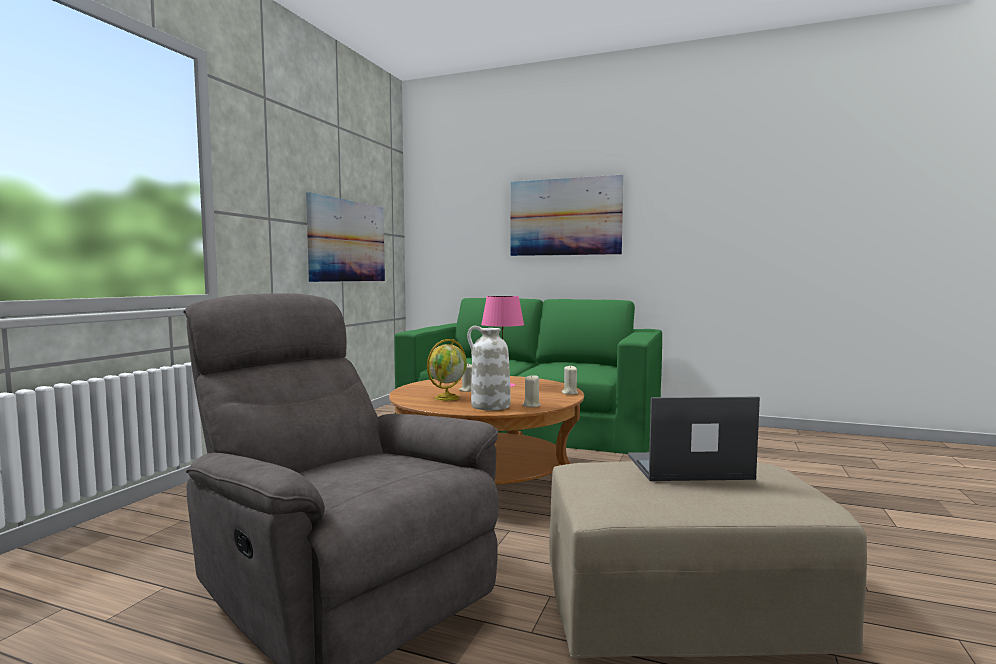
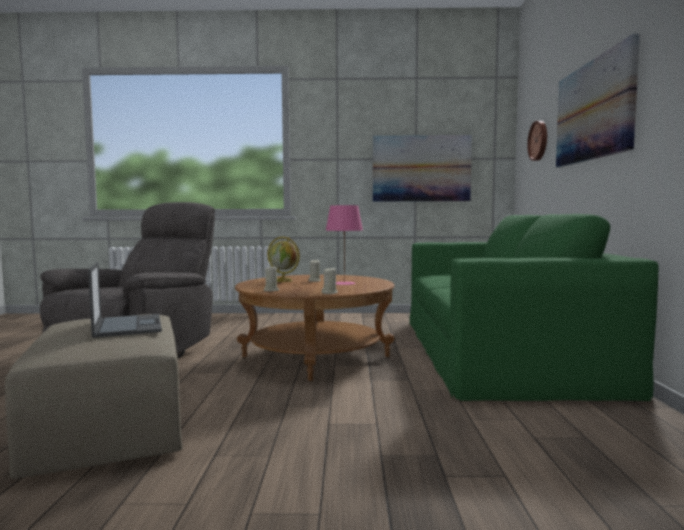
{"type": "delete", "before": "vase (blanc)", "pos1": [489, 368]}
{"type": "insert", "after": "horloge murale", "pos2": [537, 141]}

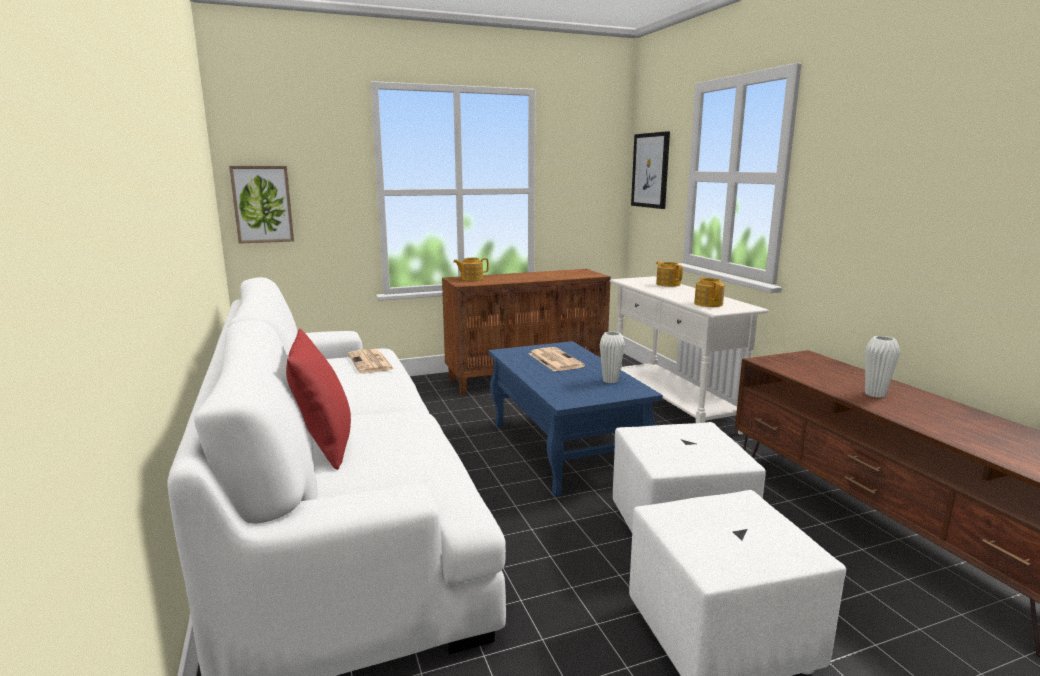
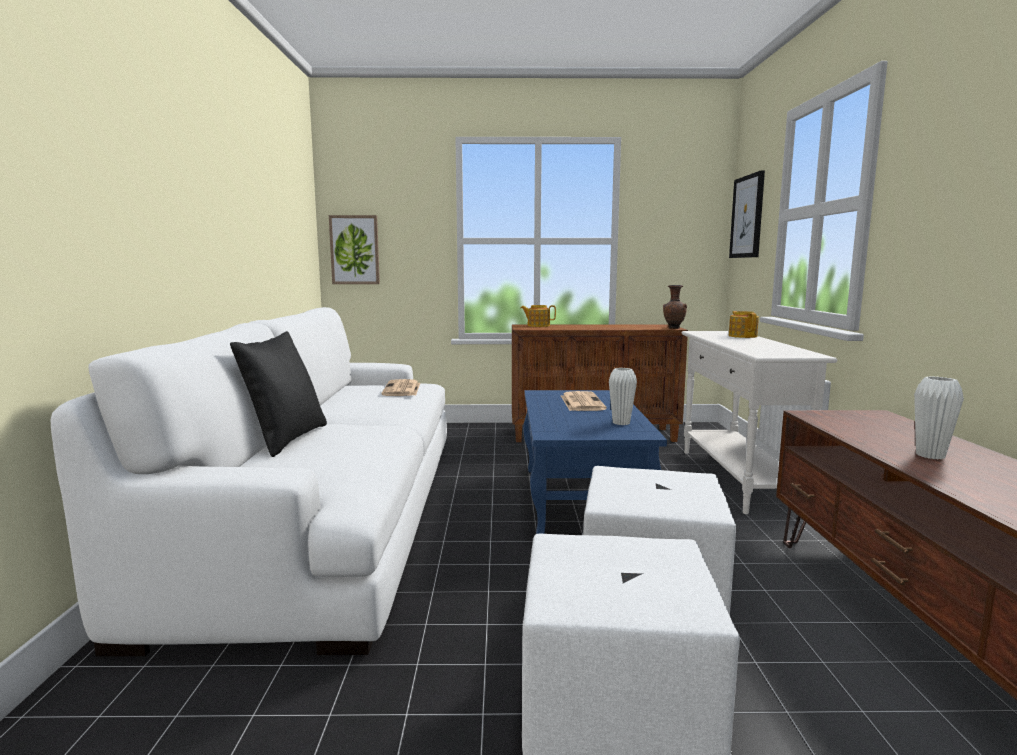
{"type": "recolor", "before": "coussin (rouge)", "after": "coussin (noir)", "pos1": [318, 399], "pos2": [278, 394]}
{"type": "delete", "before": "théière", "pos1": [709, 292]}
{"type": "insert", "after": "vase (marron)", "pos2": [675, 307]}

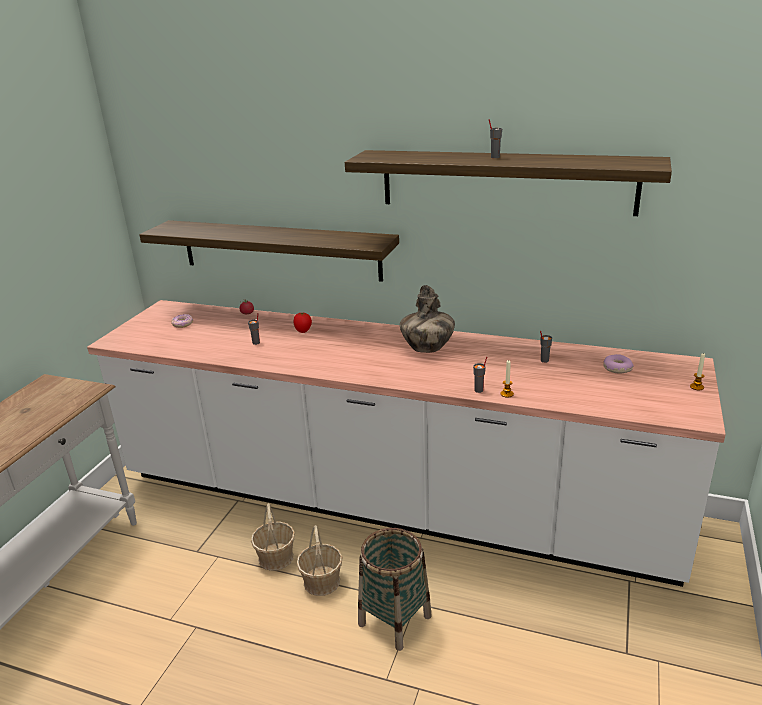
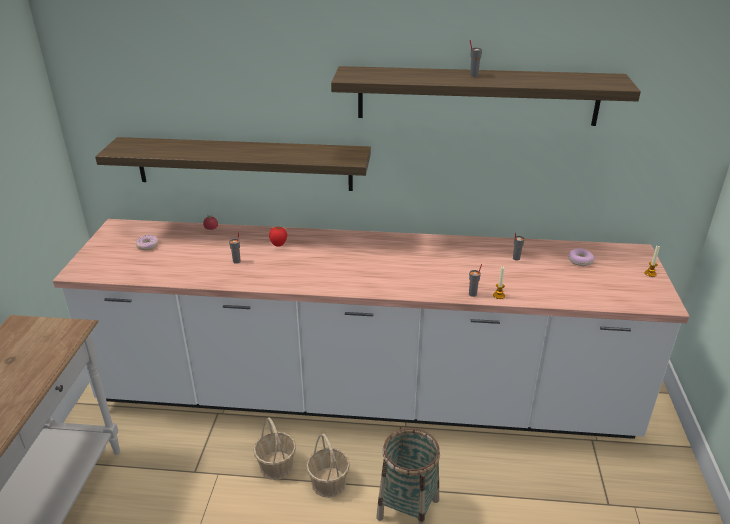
{"type": "delete", "before": "vase", "pos1": [427, 319]}

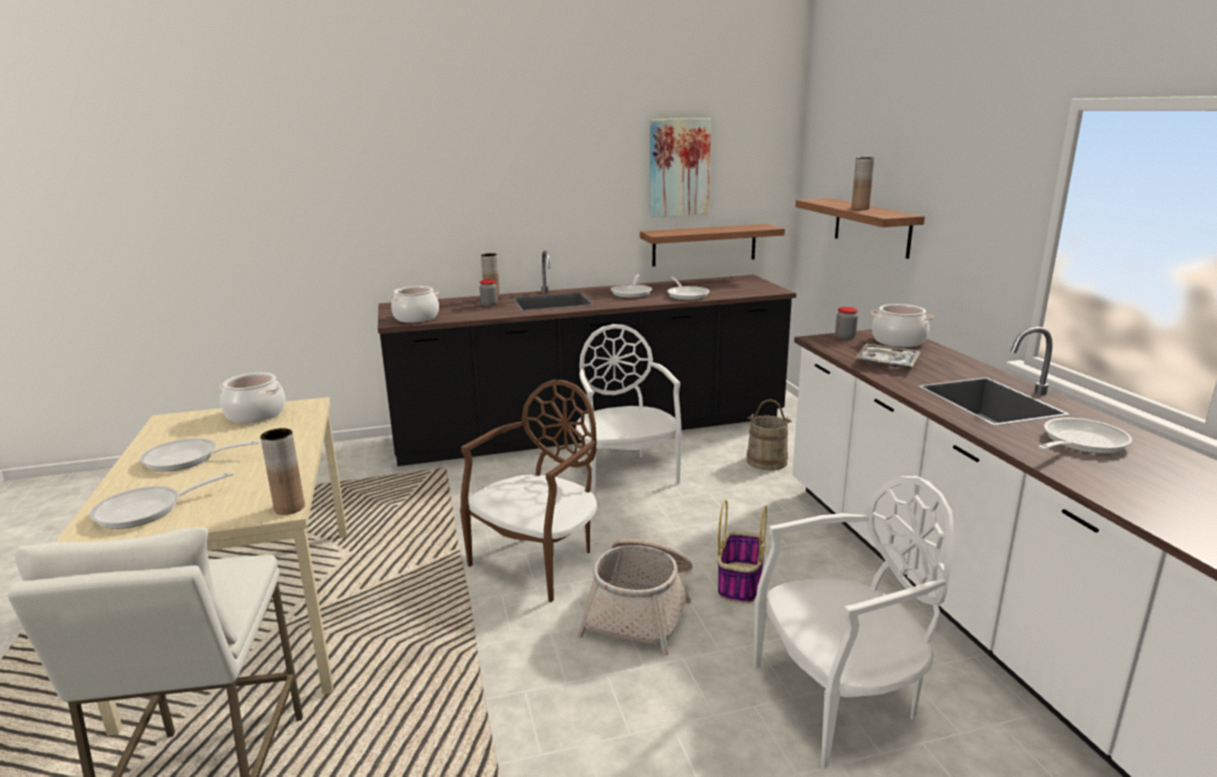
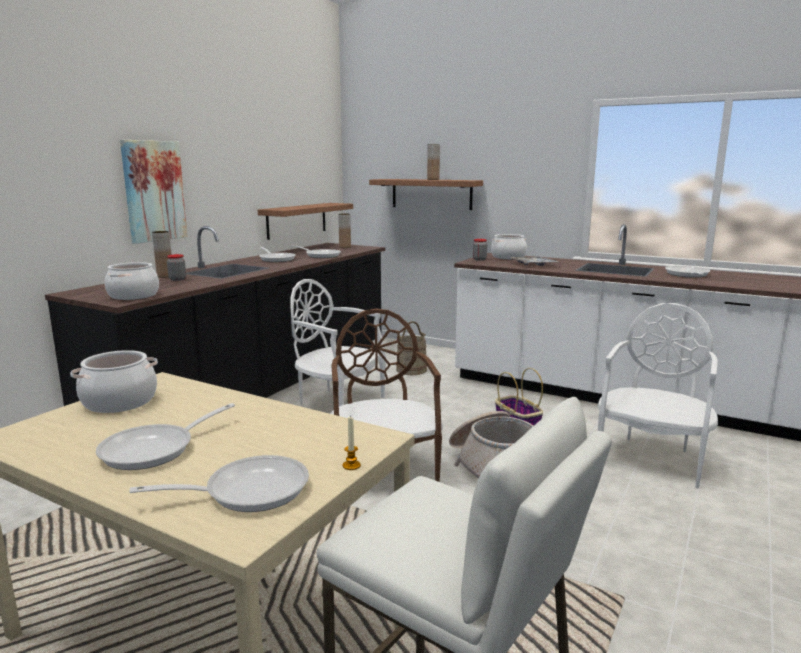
{"type": "rotate", "before": "poêle", "pos1": [162, 500], "pos2": [219, 483], "turn": -120}
{"type": "move", "before": "vase (marron)", "pos1": [282, 471], "pos2": [344, 231]}
{"type": "move", "before": "tableau", "pos1": [680, 168], "pos2": [154, 192]}
{"type": "insert", "after": "bougie", "pos2": [352, 443]}

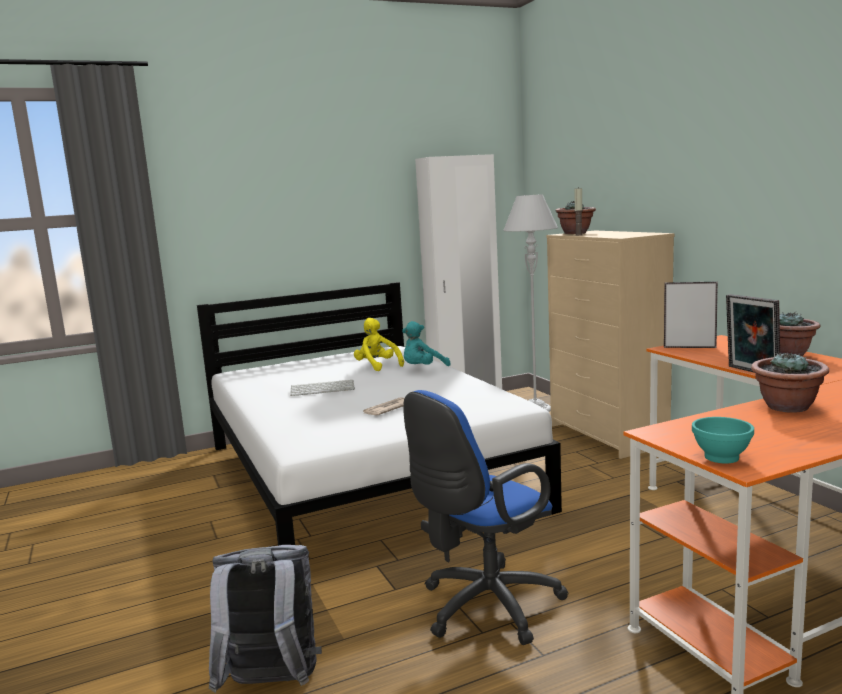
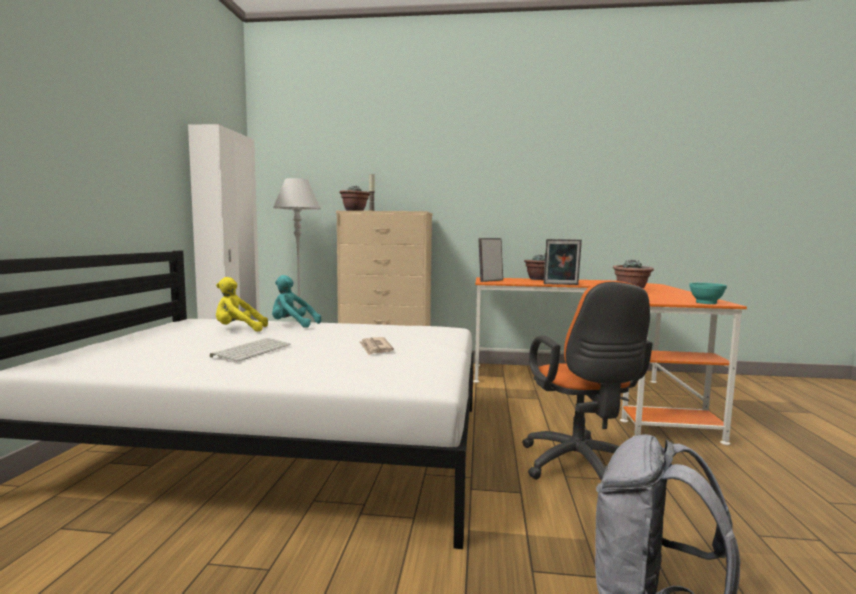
{"type": "rotate", "before": "peluche (turquoise)", "pos1": [426, 343], "pos2": [296, 301], "turn": 105}
{"type": "recolor", "before": "chaise de bureau (bleu)", "after": "chaise de bureau (orange)", "pos1": [486, 517], "pos2": [587, 381]}

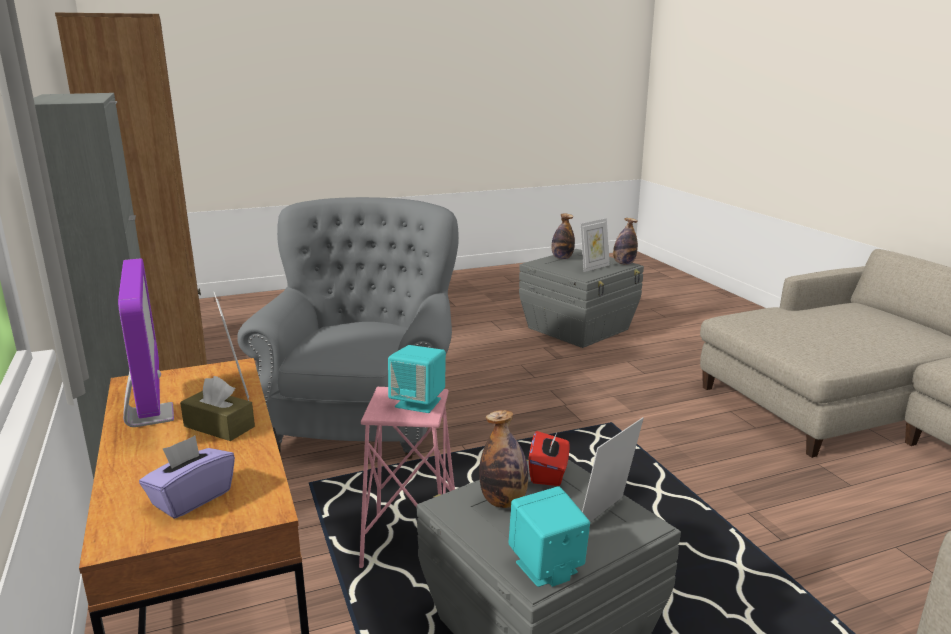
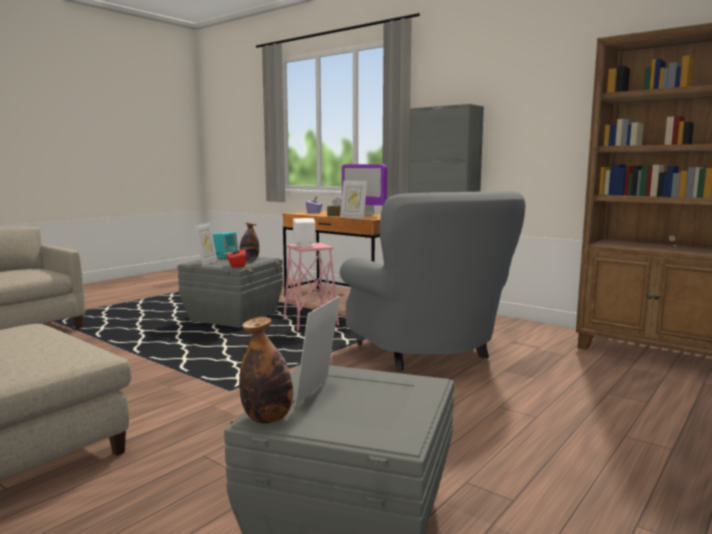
{"type": "recolor", "before": "enceinte (turquoise)", "after": "enceinte (blanc)", "pos1": [417, 379], "pos2": [304, 232]}
{"type": "delete", "before": "bouteille", "pos1": [563, 236]}

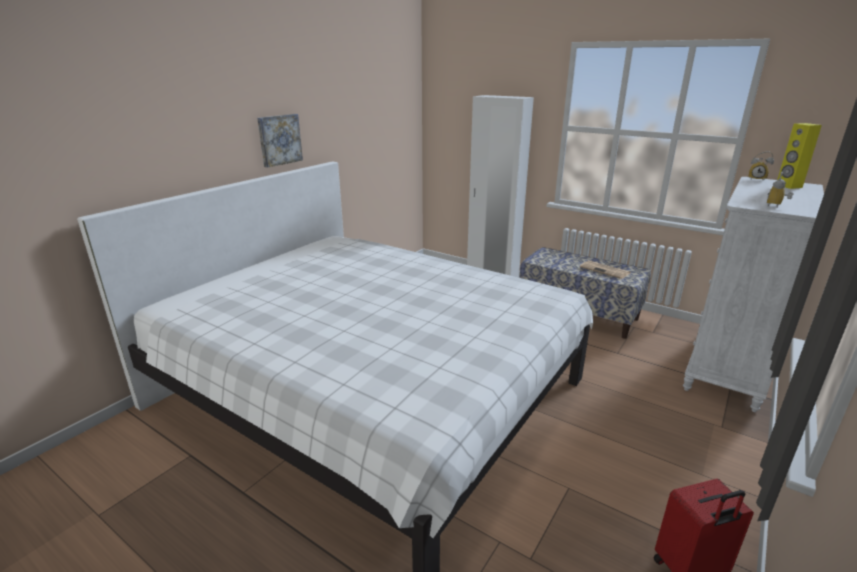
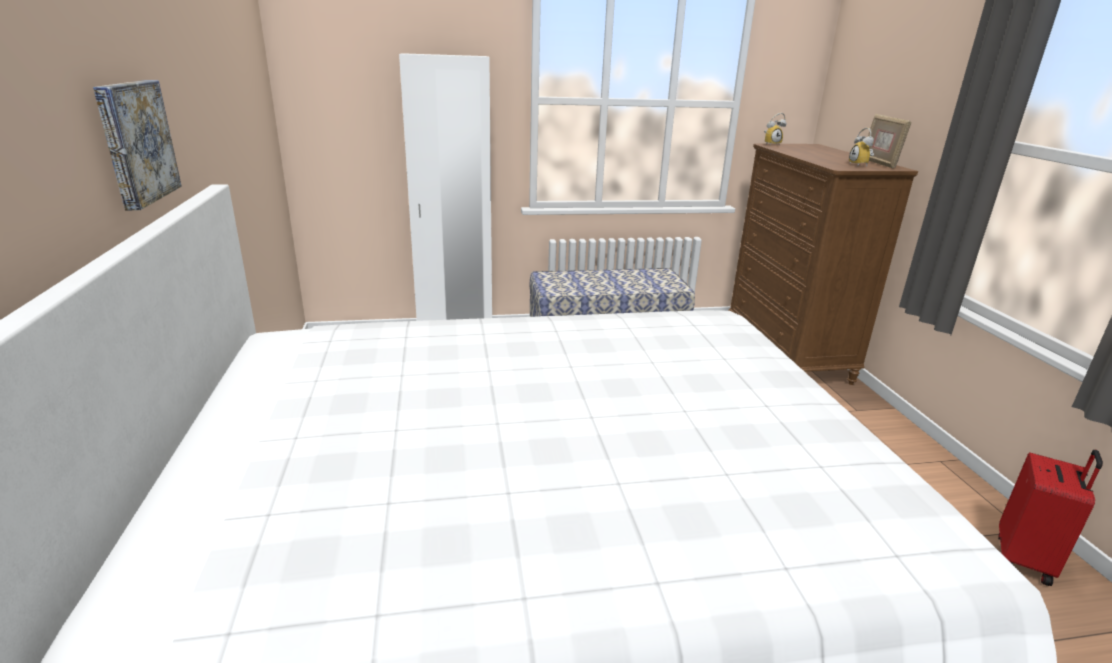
{"type": "delete", "before": "journal", "pos1": [605, 269]}
{"type": "recolor", "before": "commode (blanc)", "after": "commode (marron)", "pos1": [753, 294], "pos2": [823, 264]}
{"type": "delete", "before": "enceinte (jaune)", "pos1": [799, 156]}
{"type": "insert", "after": "cadre photo", "pos2": [890, 141]}

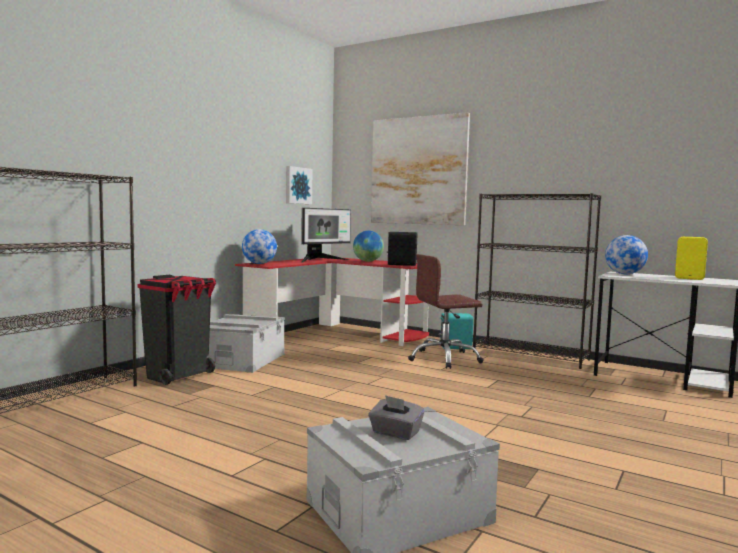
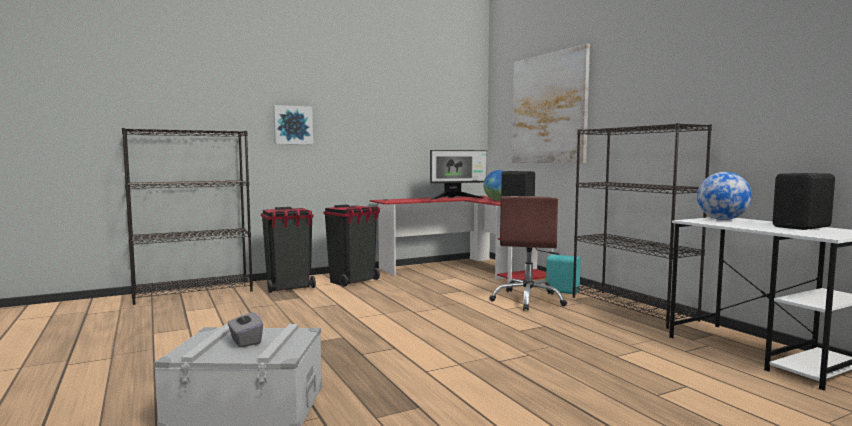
{"type": "replace", "before": "boîte de rangement (gris)", "after": "poubelle (noir)", "pos1": [246, 343], "pos2": [351, 246]}
{"type": "delete", "before": "globe", "pos1": [259, 246]}
{"type": "move", "before": "tableau", "pos1": [299, 185], "pos2": [293, 124]}
{"type": "rotate", "before": "chaise de bureau (marron)", "pos1": [446, 311], "pos2": [528, 253], "turn": -90}
{"type": "recolor", "before": "enceinte (jaune)", "after": "enceinte (noir)", "pos1": [691, 258], "pos2": [803, 201]}

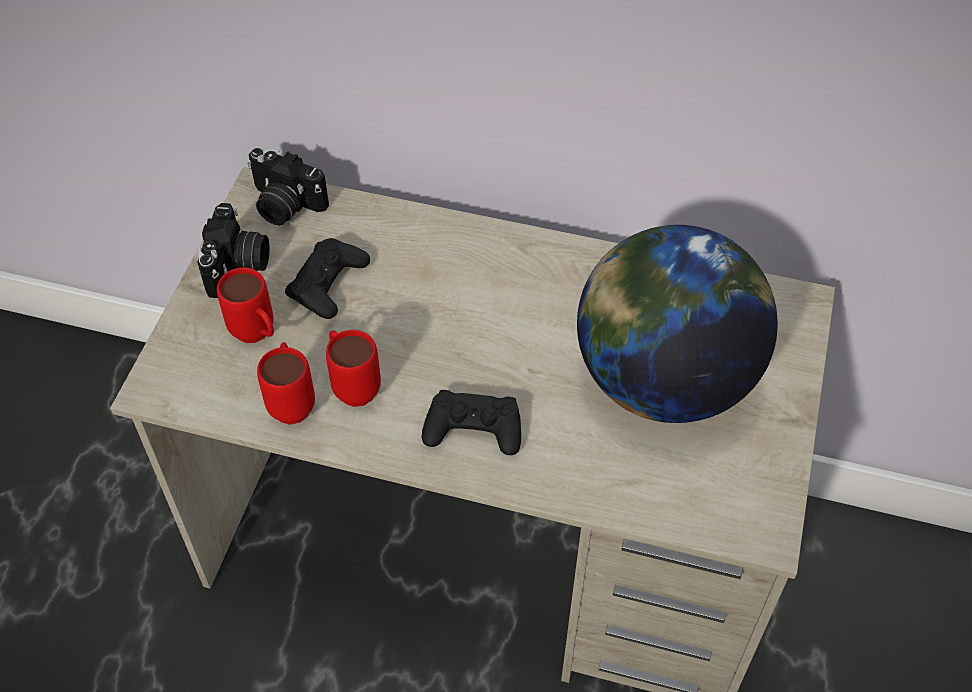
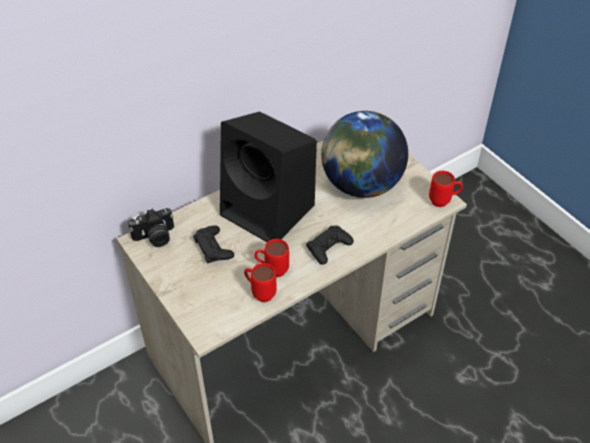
{"type": "delete", "before": "appareil photo", "pos1": [233, 250]}
{"type": "move", "before": "mug (rouge)", "pos1": [245, 305], "pos2": [446, 189]}
{"type": "insert", "after": "enceinte (noir)", "pos2": [268, 177]}

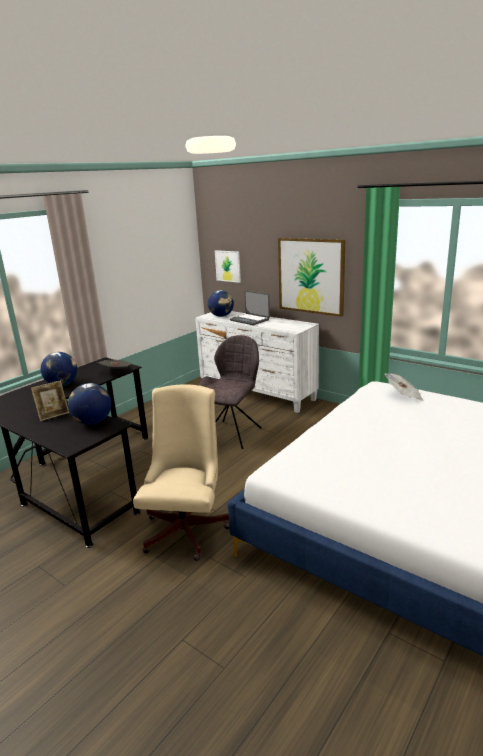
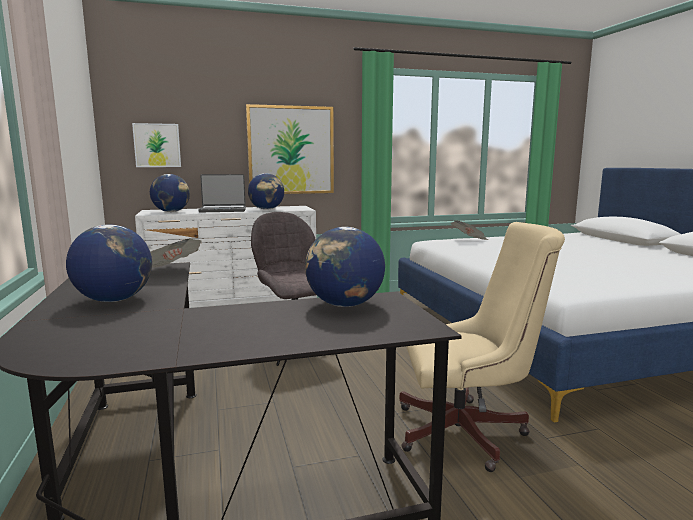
{"type": "delete", "before": "cadre photo", "pos1": [50, 400]}
{"type": "rotate", "before": "chaise de bureau (beige)", "pos1": [181, 472], "pos2": [482, 347], "turn": 135}
{"type": "insert", "after": "globe", "pos2": [266, 191]}

